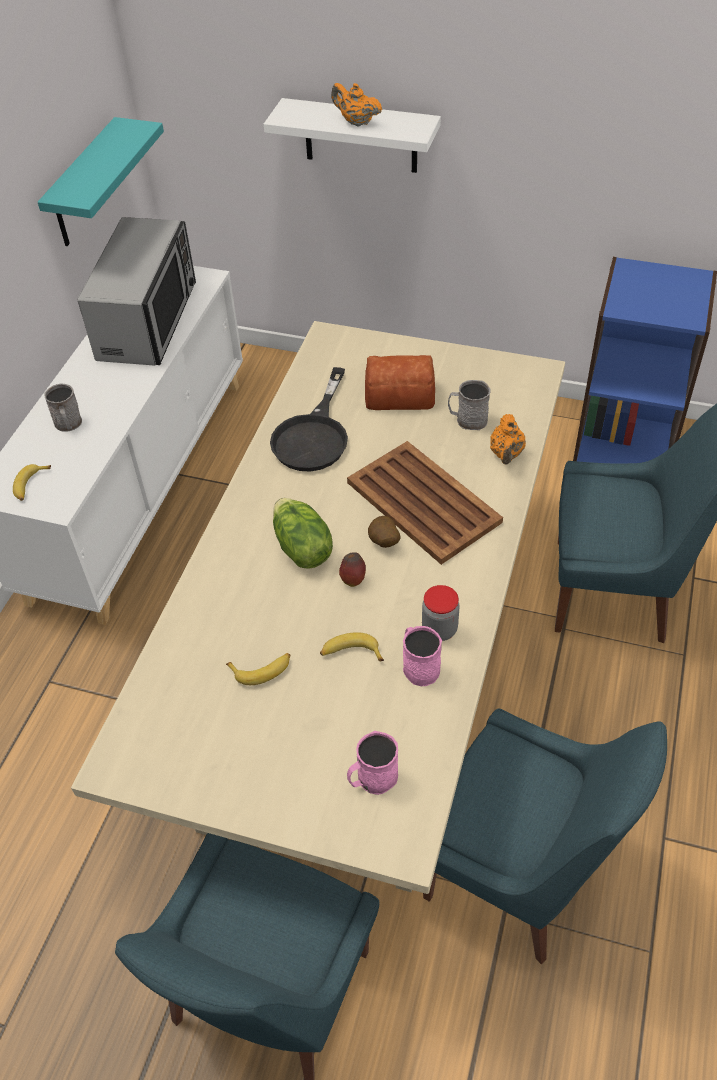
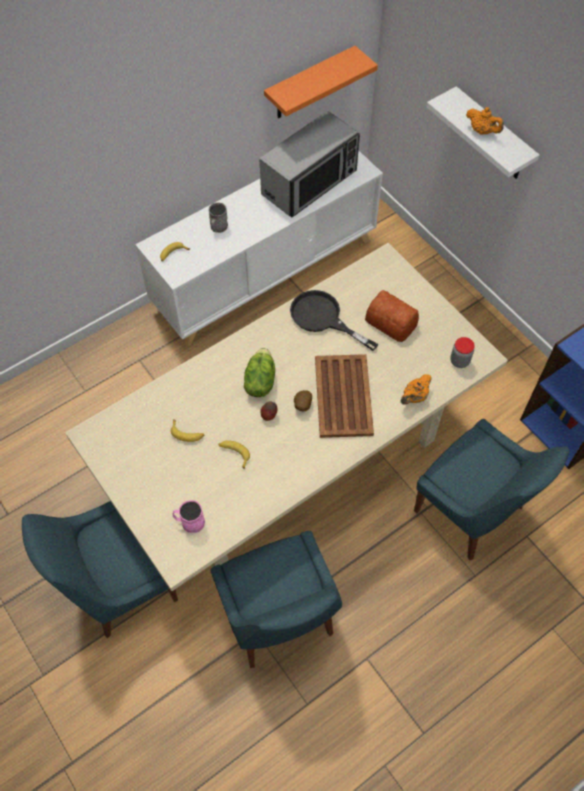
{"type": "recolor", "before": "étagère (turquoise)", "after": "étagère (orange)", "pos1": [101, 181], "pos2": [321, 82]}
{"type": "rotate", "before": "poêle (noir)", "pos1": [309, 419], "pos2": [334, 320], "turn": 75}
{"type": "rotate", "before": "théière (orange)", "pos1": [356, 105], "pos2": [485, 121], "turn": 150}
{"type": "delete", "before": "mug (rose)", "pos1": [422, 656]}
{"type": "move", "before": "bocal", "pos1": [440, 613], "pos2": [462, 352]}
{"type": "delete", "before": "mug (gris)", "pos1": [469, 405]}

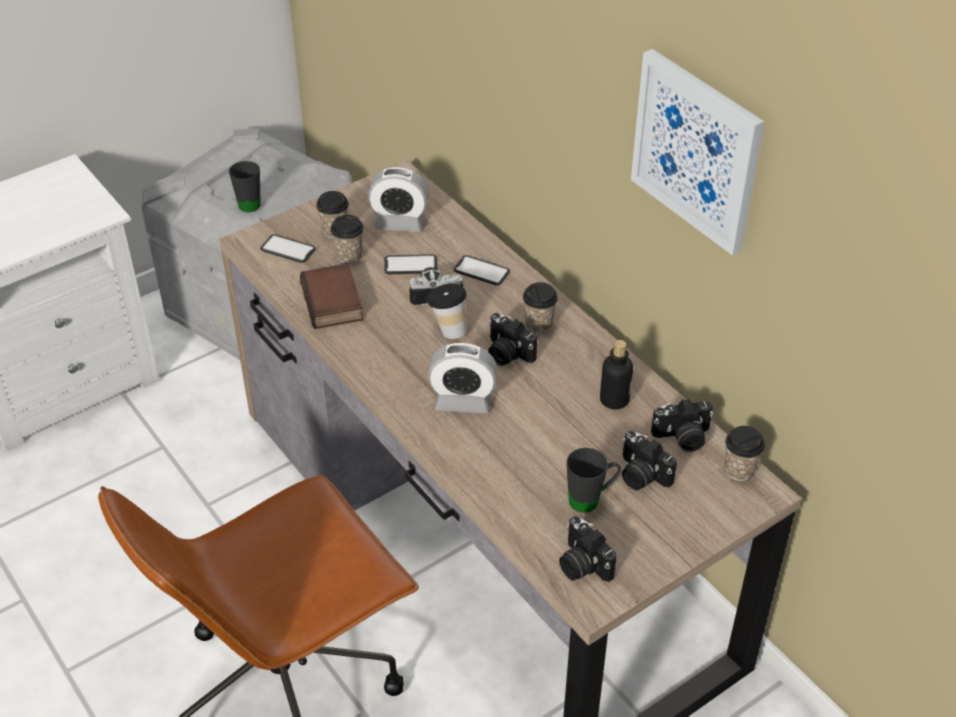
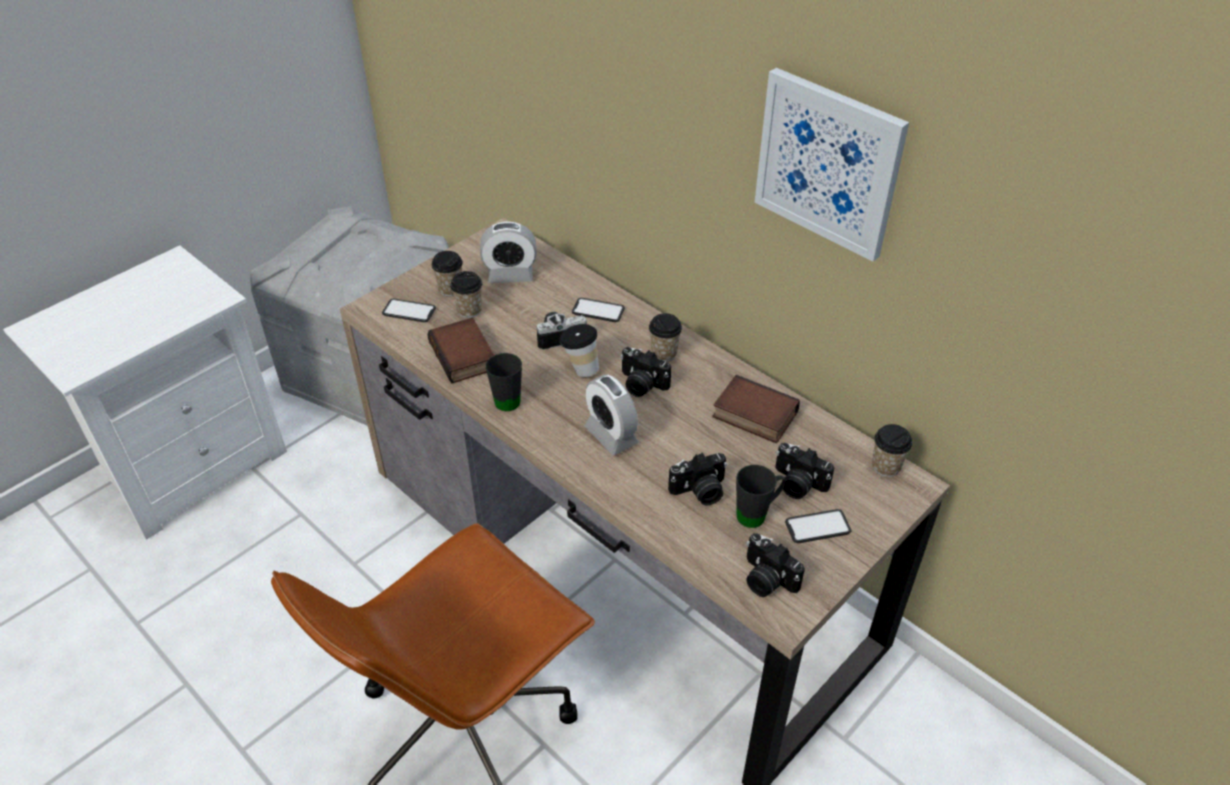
{"type": "move", "before": "mug (noir)", "pos1": [245, 186], "pos2": [504, 382]}
{"type": "move", "before": "téléphone", "pos1": [410, 264], "pos2": [818, 526]}
{"type": "rotate", "before": "réveil", "pos1": [462, 378], "pos2": [612, 414], "turn": 60}
{"type": "replace", "before": "bouteille", "after": "livre", "pos1": [616, 375], "pos2": [756, 409]}
{"type": "move", "before": "appareil photo", "pos1": [682, 425], "pos2": [697, 479]}

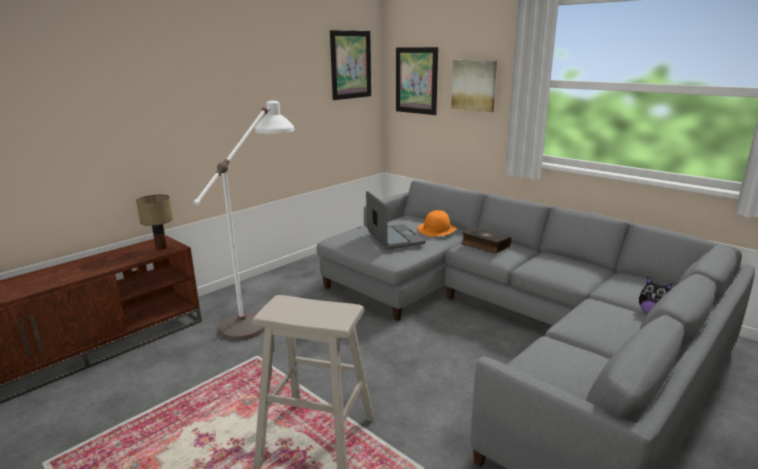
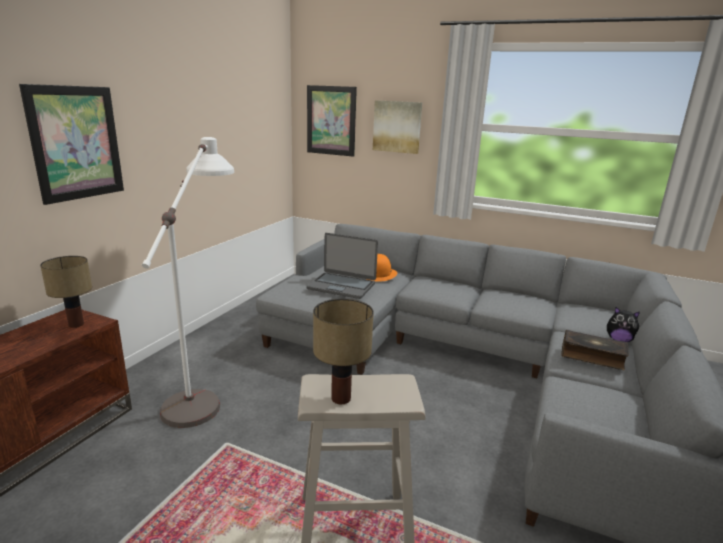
{"type": "move", "before": "tableau", "pos1": [350, 65], "pos2": [71, 144]}
{"type": "rotate", "before": "ordinateur portable", "pos1": [396, 220], "pos2": [342, 266], "turn": 150}
{"type": "move", "before": "livre", "pos1": [486, 240], "pos2": [595, 350]}
{"type": "insert", "after": "lampe de table", "pos2": [343, 351]}

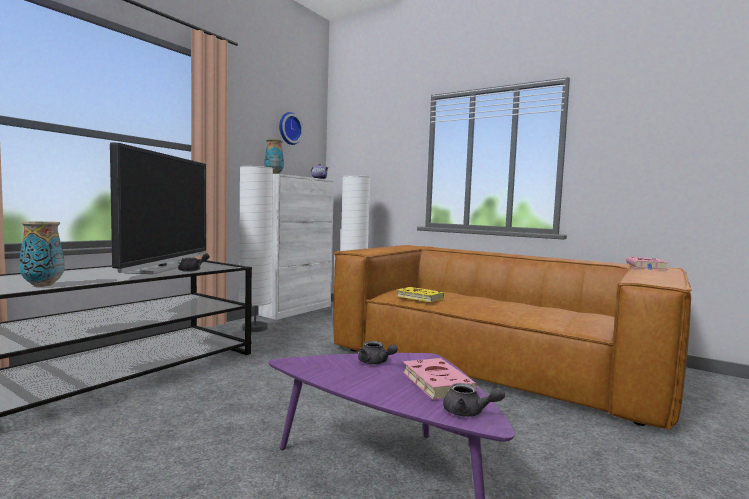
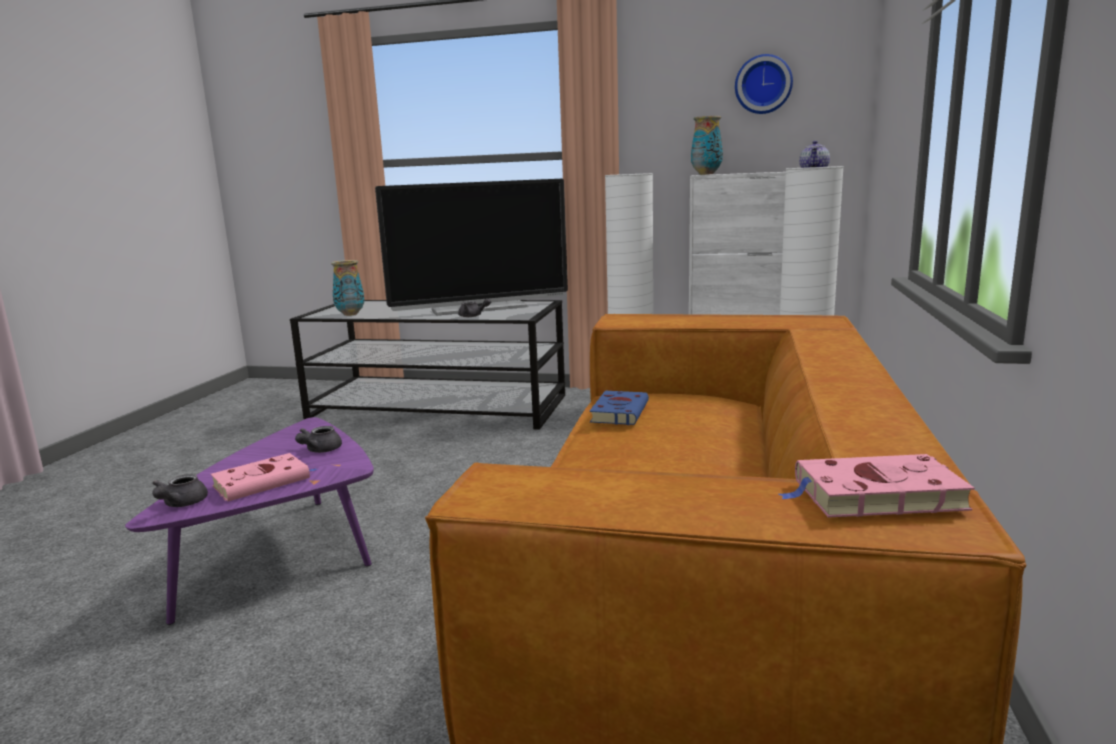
{"type": "recolor", "before": "livre (jaune)", "after": "livre (bleu)", "pos1": [420, 294], "pos2": [619, 408]}

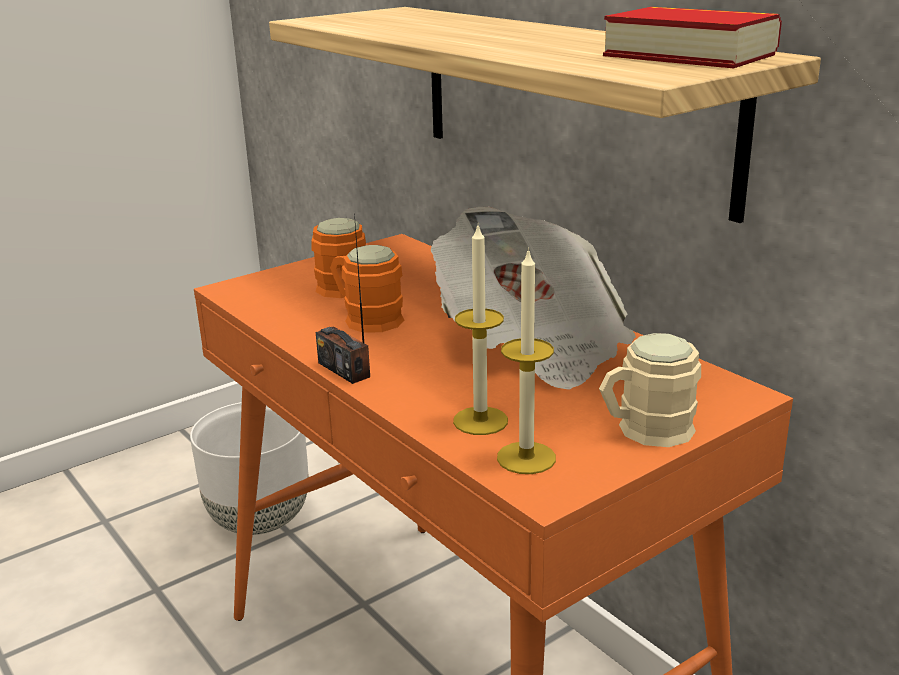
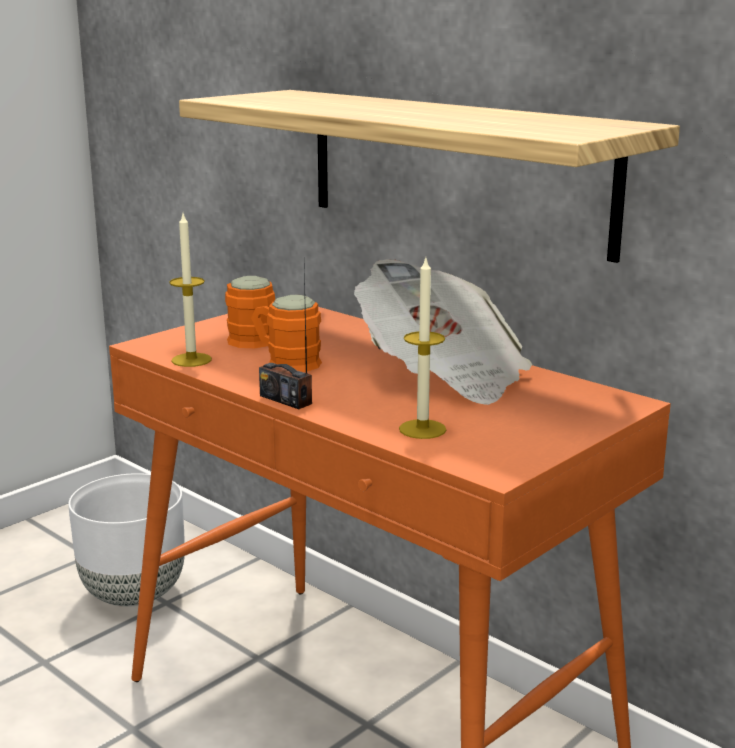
{"type": "move", "before": "bougie", "pos1": [526, 361], "pos2": [190, 290]}
{"type": "delete", "before": "mug (beige)", "pos1": [650, 390]}
{"type": "delete", "before": "livre", "pos1": [692, 37]}

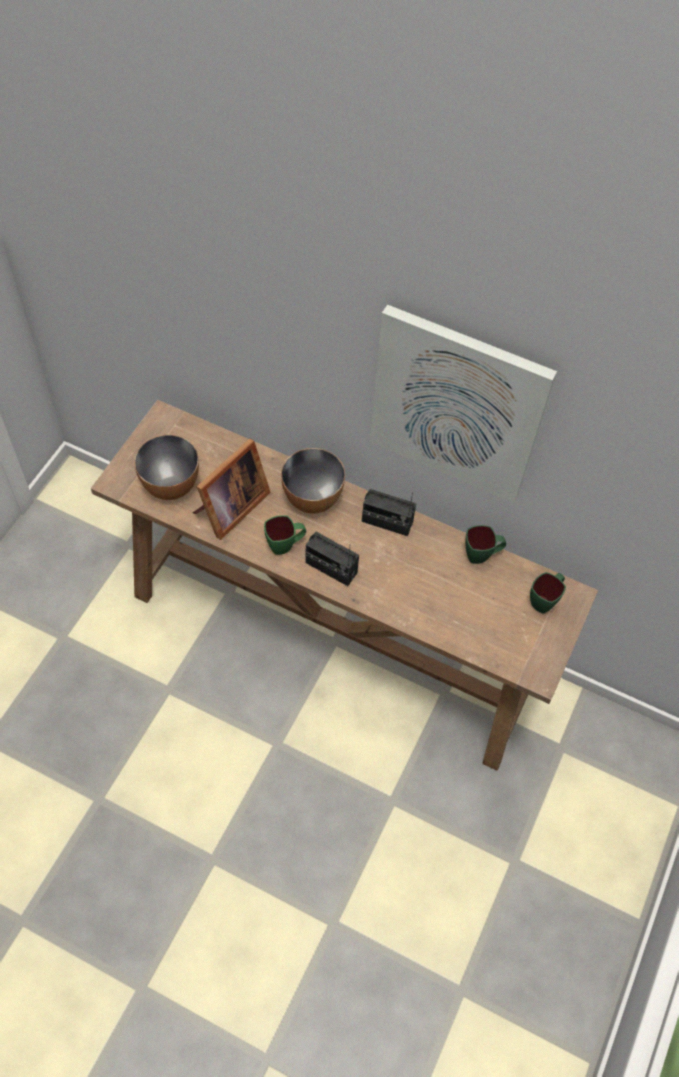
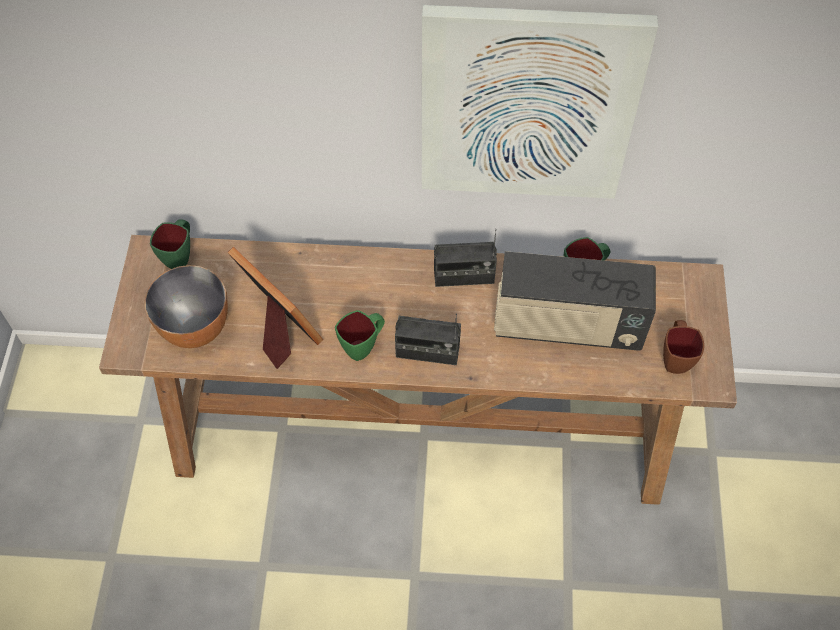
{"type": "rotate", "before": "cadre photo", "pos1": [232, 489], "pos2": [275, 308], "turn": -60}
{"type": "delete", "before": "bol", "pos1": [313, 481]}
{"type": "move", "before": "mug (vert)", "pos1": [548, 593], "pos2": [170, 244]}
{"type": "insert", "after": "radio", "pos2": [575, 301]}
{"type": "insert", "after": "mug (marron)", "pos2": [683, 347]}

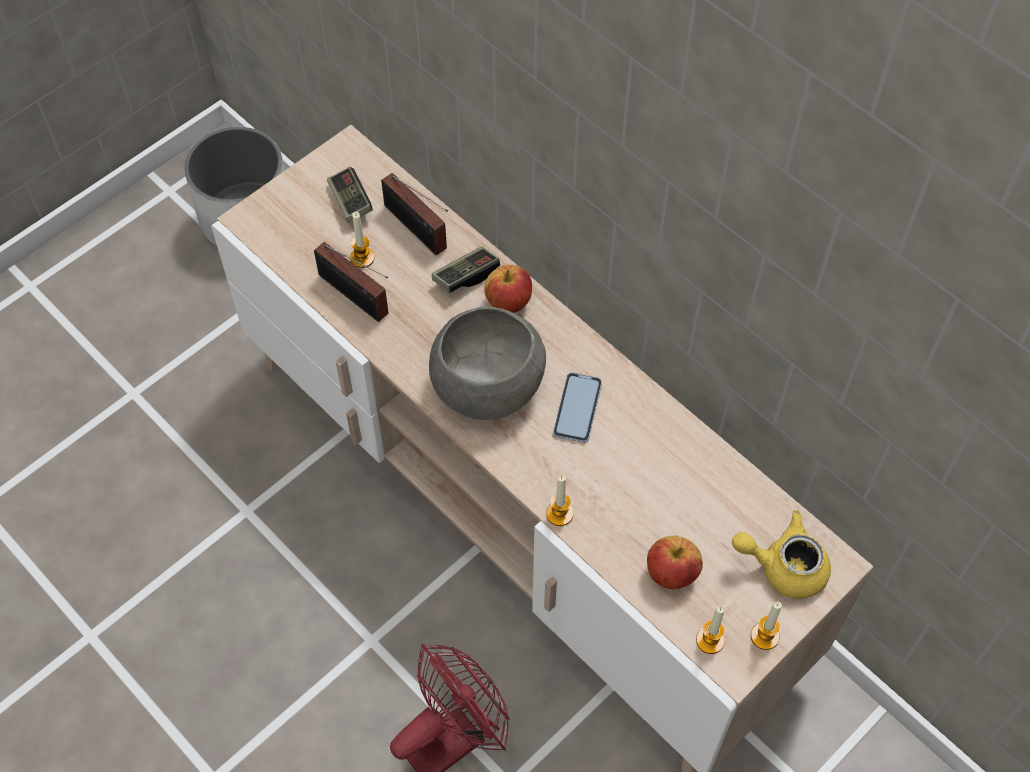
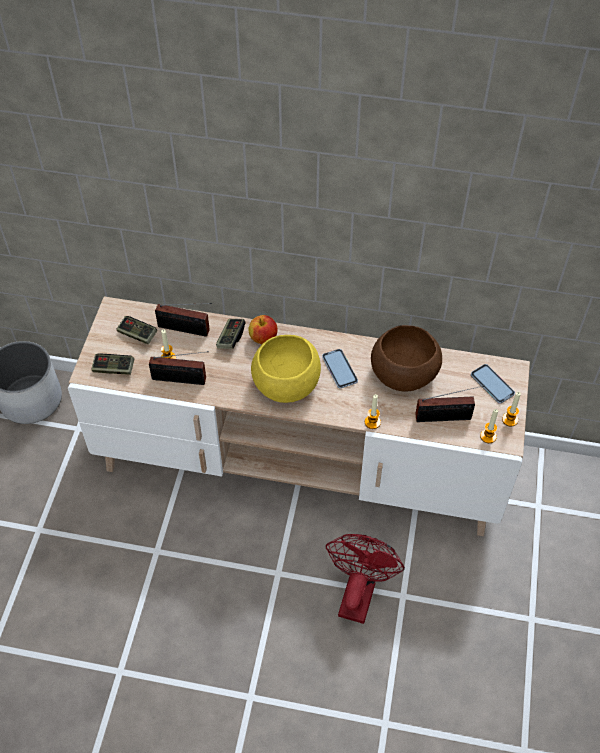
{"type": "recolor", "before": "bol (gris)", "after": "bol (jaune)", "pos1": [487, 363], "pos2": [286, 369]}
{"type": "replace", "before": "pomme", "after": "radio", "pos1": [675, 562], "pos2": [449, 403]}
{"type": "replace", "before": "théière (jaune)", "after": "téléphone", "pos1": [781, 554], "pos2": [493, 384]}
{"type": "insert", "after": "manette", "pos2": [112, 364]}
{"type": "insert", "after": "bol (marron)", "pos2": [406, 358]}

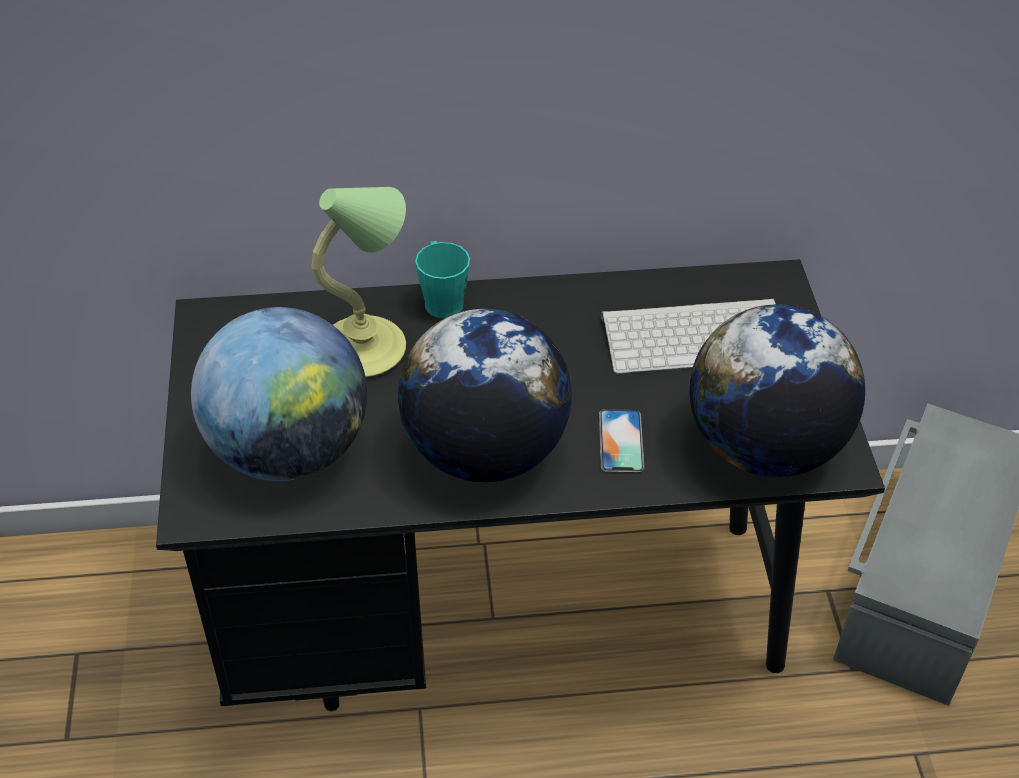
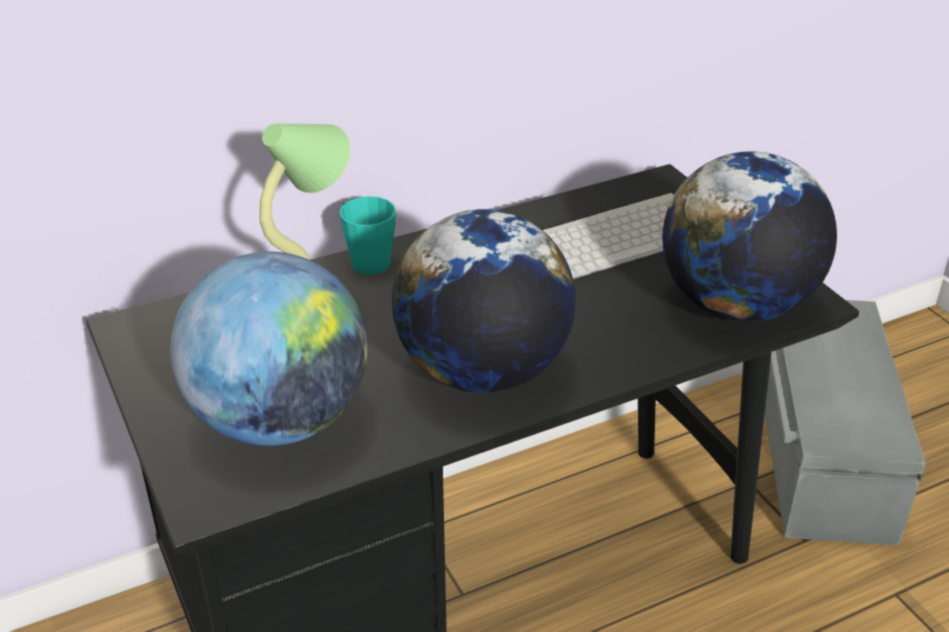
{"type": "delete", "before": "téléphone", "pos1": [621, 441]}

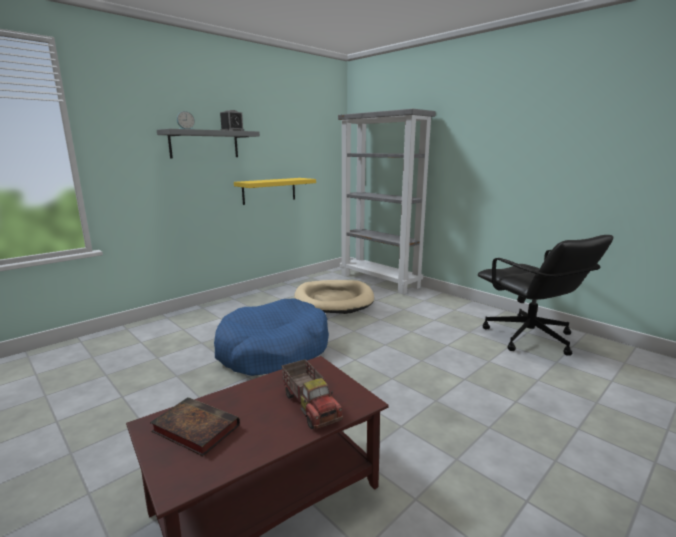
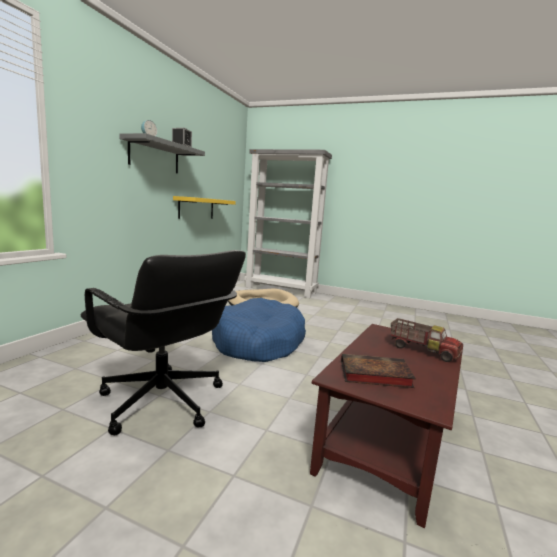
{"type": "move", "before": "chaise de bureau (noir)", "pos1": [545, 295], "pos2": [163, 342]}

